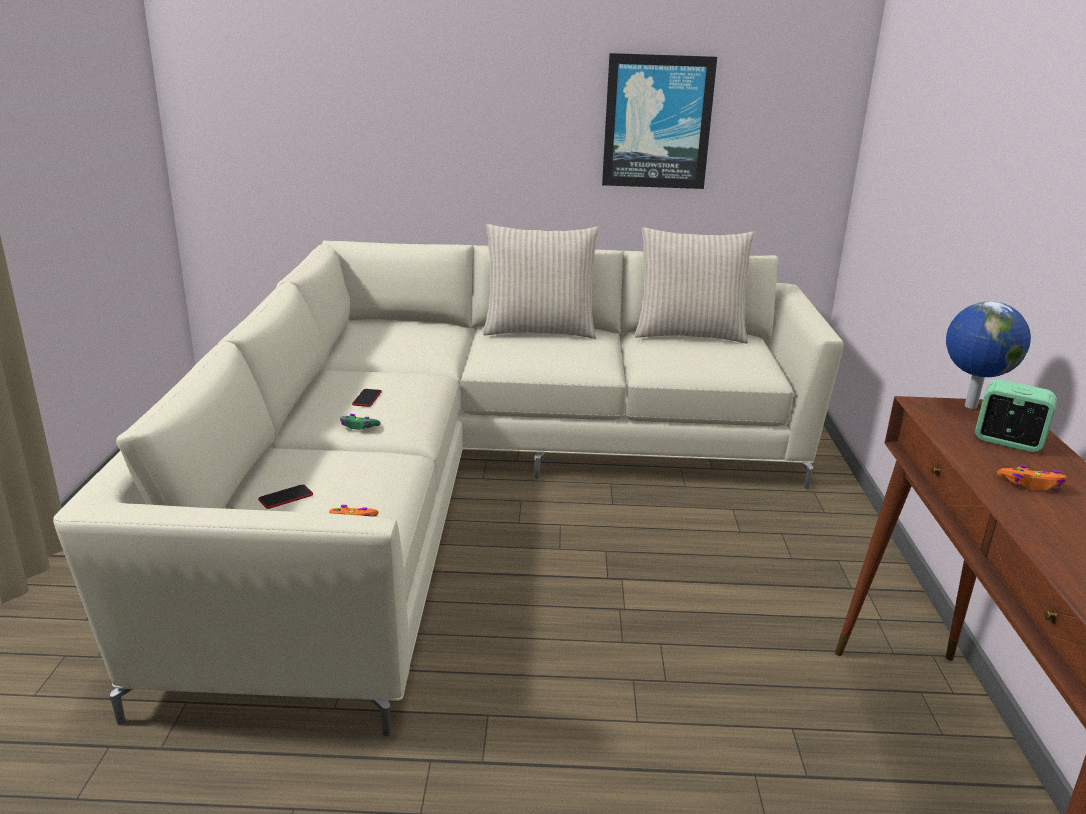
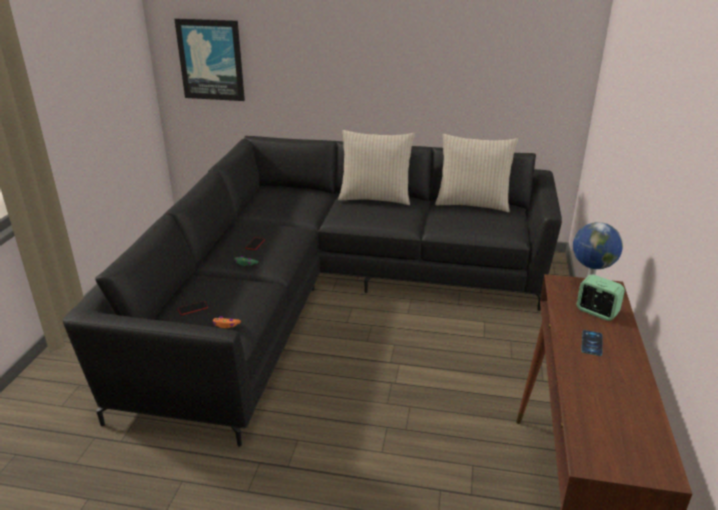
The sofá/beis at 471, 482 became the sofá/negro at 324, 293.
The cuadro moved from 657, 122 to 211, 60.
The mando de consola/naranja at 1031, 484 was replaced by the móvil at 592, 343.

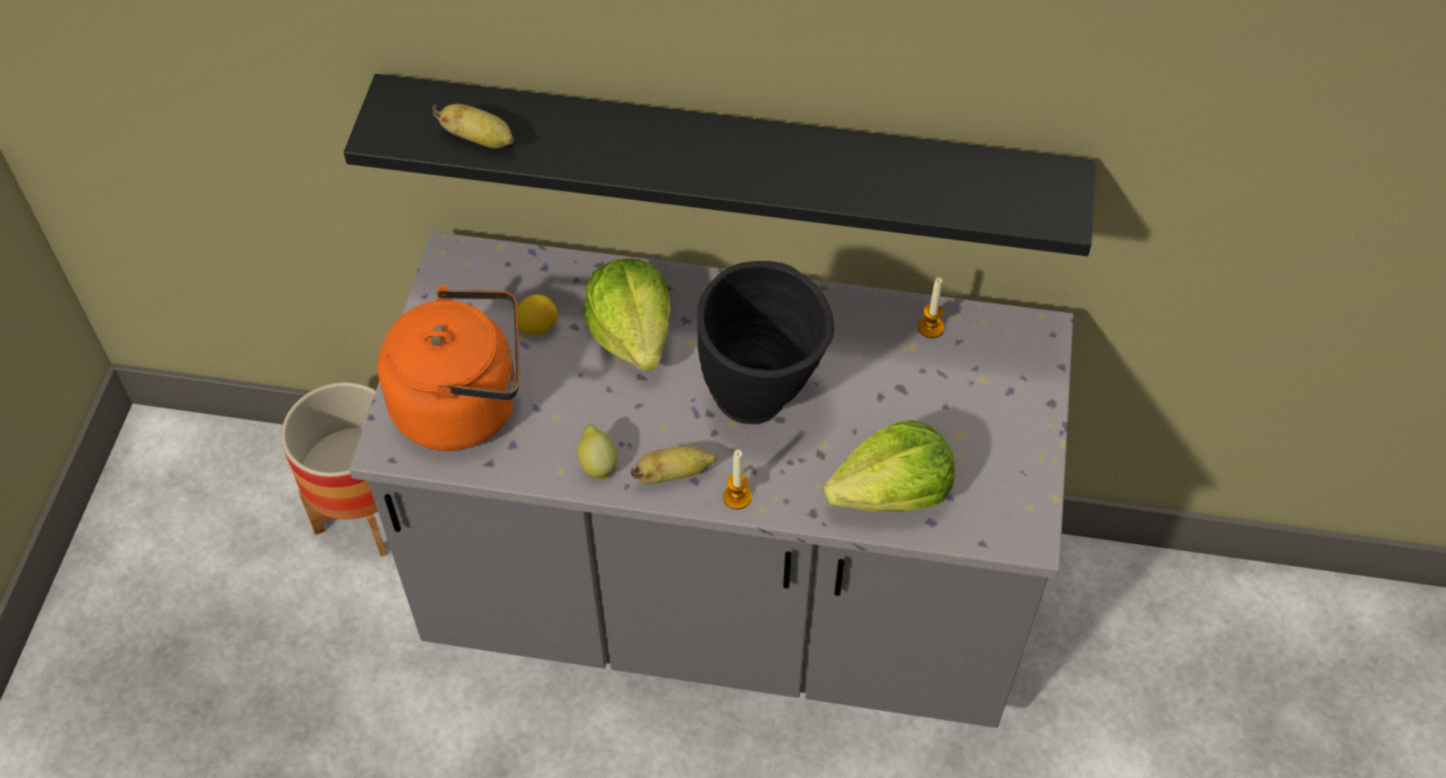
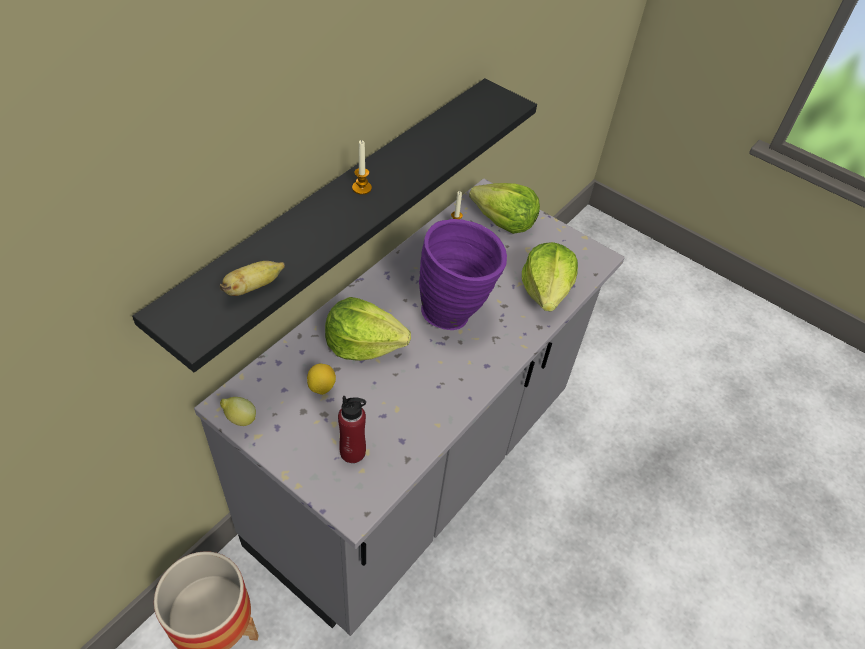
The hervidor/naranja at 465, 405 was replaced by the botella/rojo at 353, 452.
The limón moved from 597, 464 to 240, 419.
The plátano at 673, 474 disappeared.
The florero/negro at 762, 405 became the florero/morado at 456, 313.
The vela moved from 737, 497 to 361, 188.
The lechuga at 504, 222 appeared.

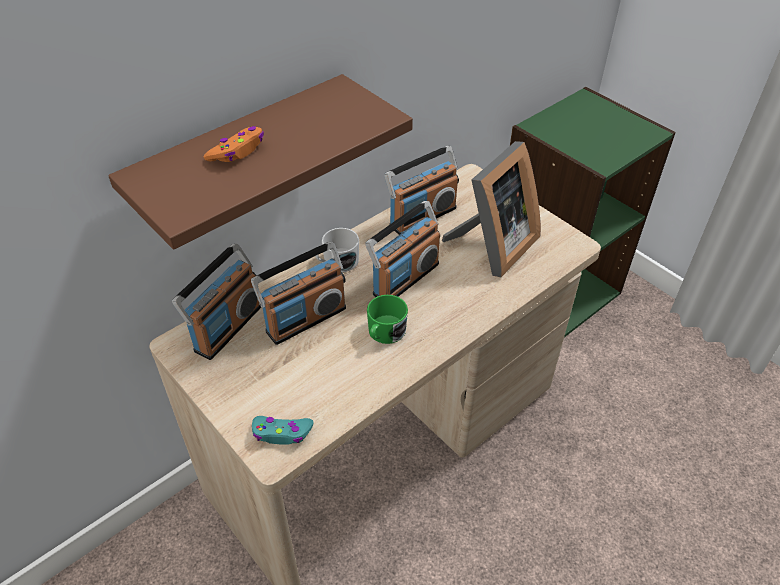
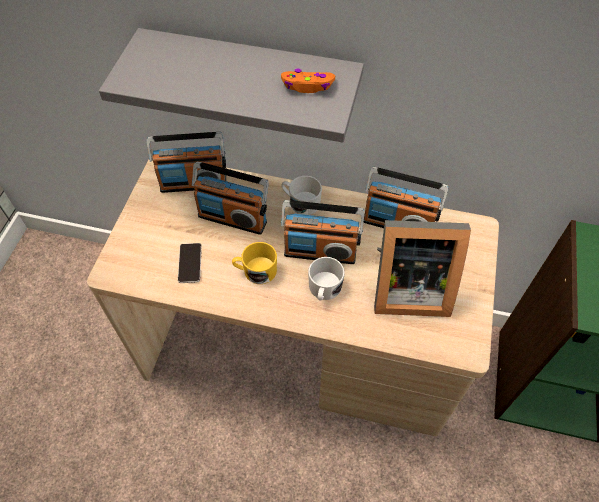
The estante/marrón at 242, 161 became the estante/gris at 251, 79.
The mando de consola/naranja moved from 237, 151 to 307, 85.
The mando de consola/turquesa at 282, 433 disappeared.
The taza grande/verde at 384, 333 became the taza grande/amarillo at 255, 271.
The móvil at 190, 263 appeared.
The taza grande/blanco at 324, 289 appeared.

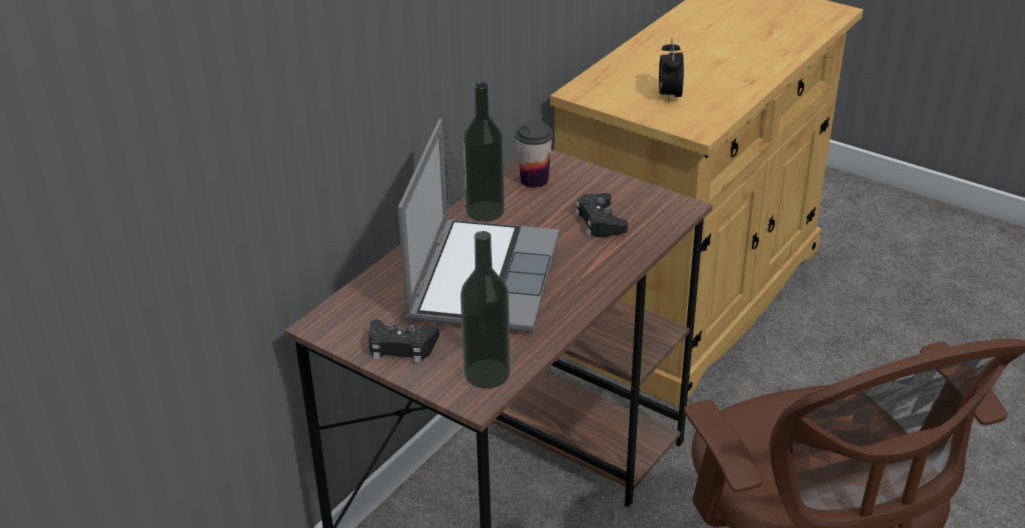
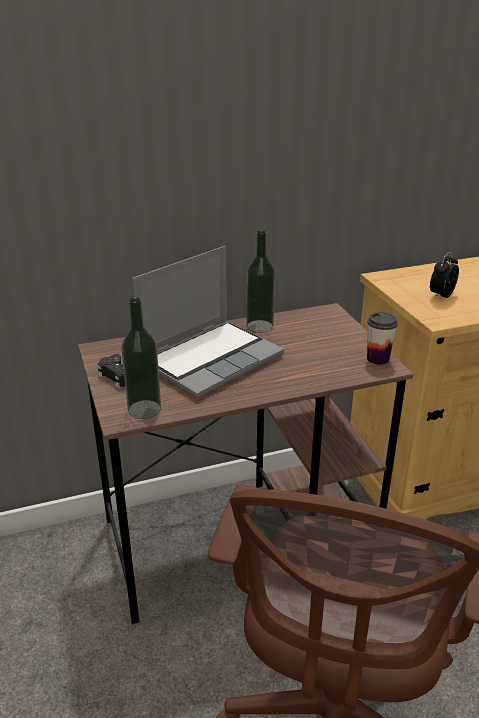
The taza moved from 534, 180 to 378, 359.
The mando de consola/negro at 600, 222 disappeared.

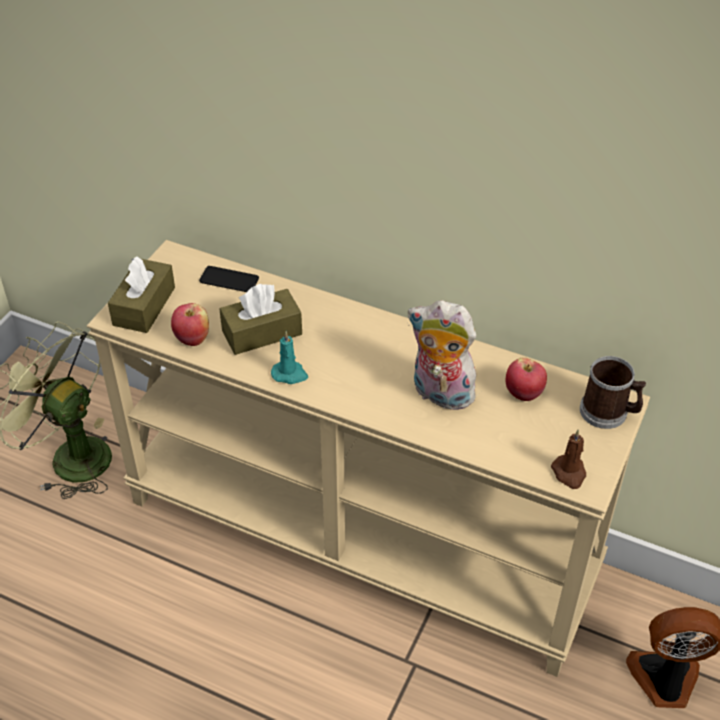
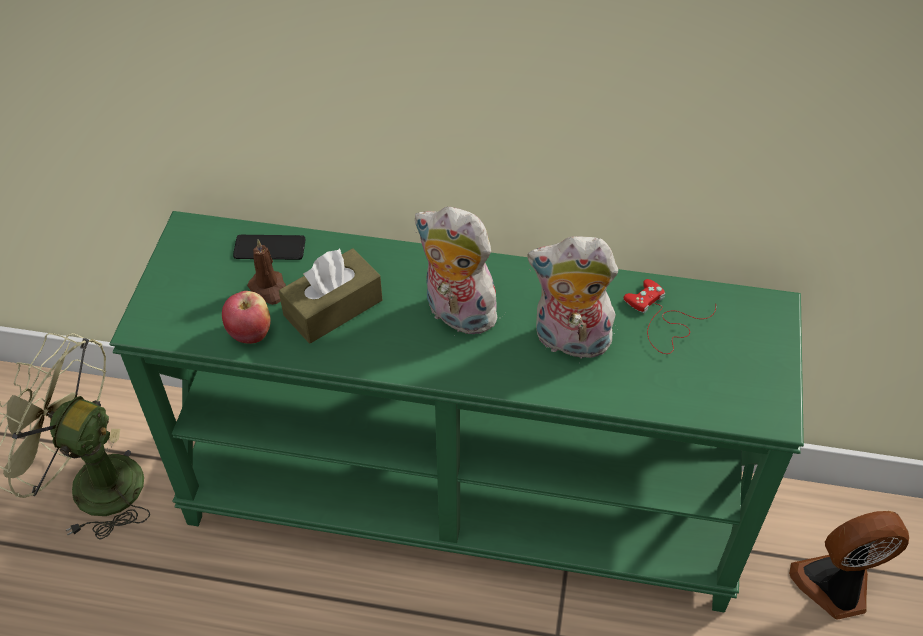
The mesa consola/beis at 361, 535 became the mesa consola/verde at 463, 501.
The caja de pañuelos/marrón at 144, 306 disappeared.
The vela/turquesa at 290, 374 disappeared.
The manzana at 524, 394 was replaced by the mando de consola/rojo at 663, 320.
The vela/marrón moved from 569, 473 to 268, 289.
The taza grande at 609, 412 disappeared.
The peluche at 456, 314 appeared.

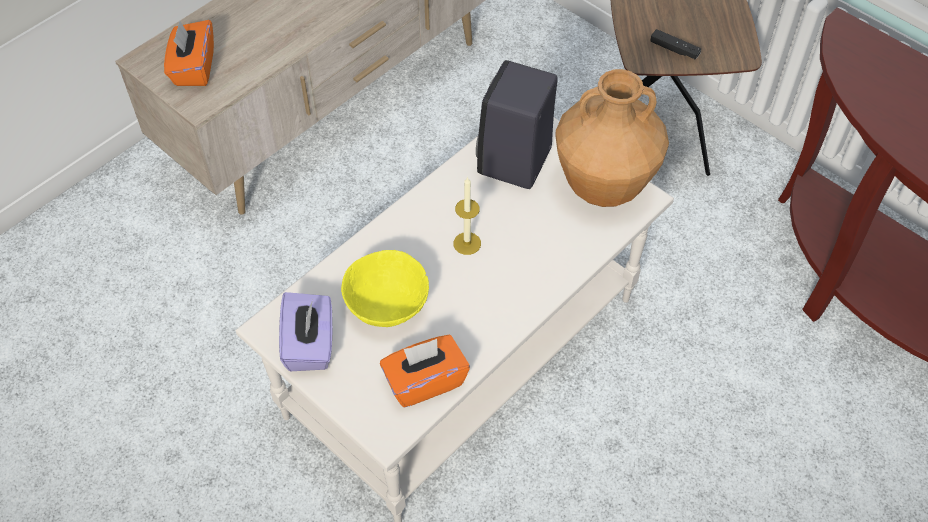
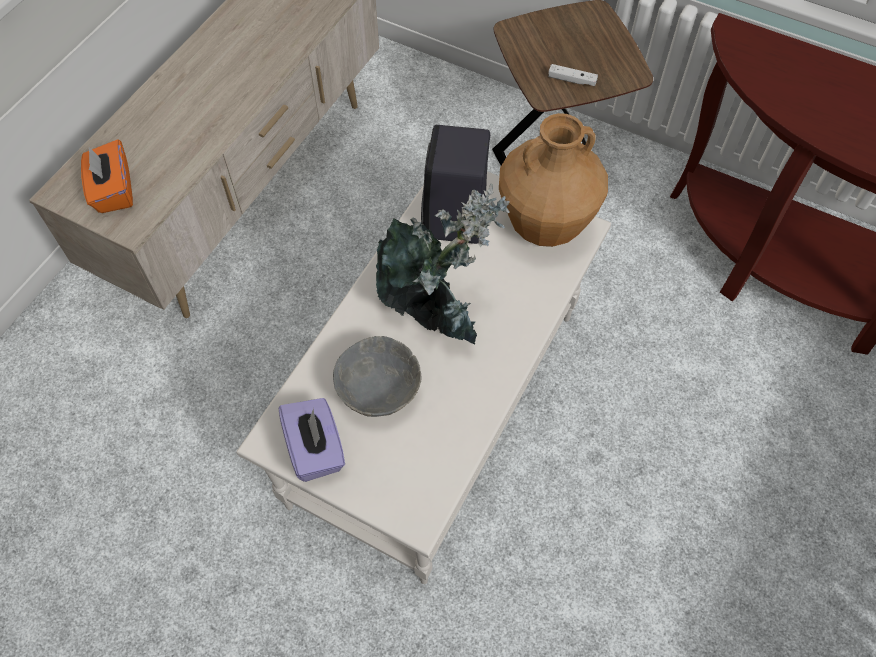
The cuenco/amarillo at 387, 306 became the cuenco/gris at 379, 392.
The caja de pañuelos/naranja at 425, 381 disappeared.
The vela at 467, 243 was replaced by the planta en maceta at 435, 310.
The mando de consola/negro at 674, 49 became the mando de consola/blanco at 572, 80.

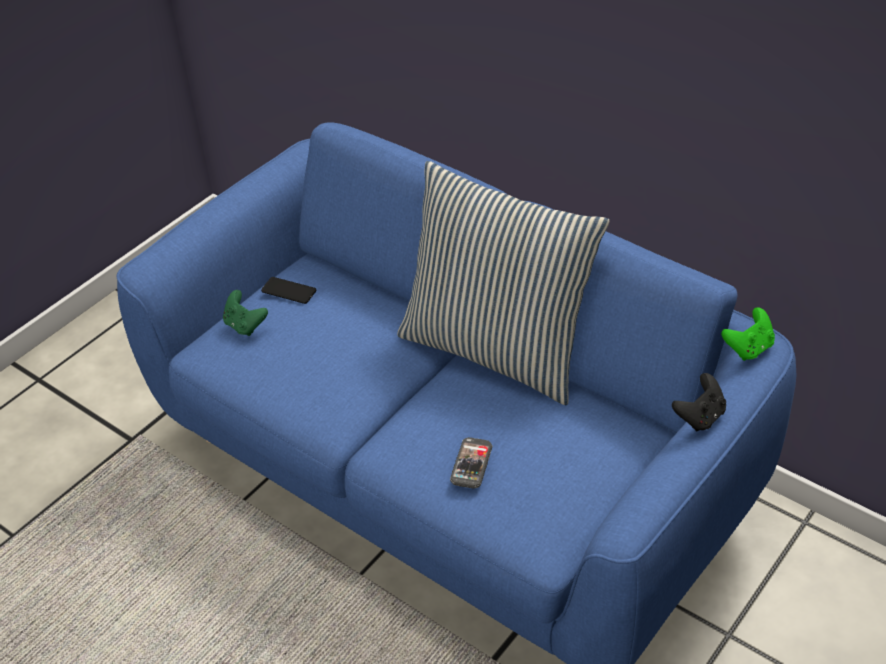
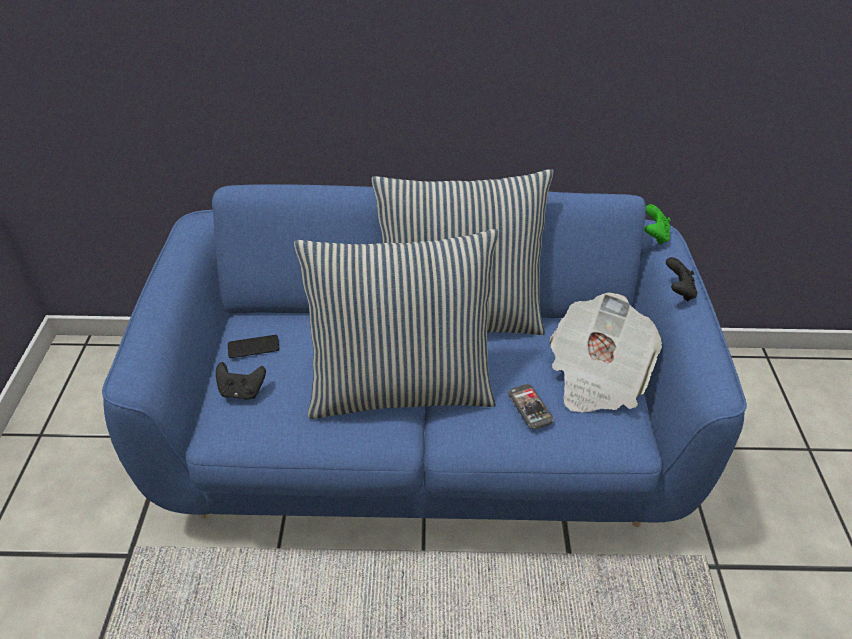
The mando de consola/verde at 245, 325 became the mando de consola/negro at 242, 391.
The cojín at 400, 388 appeared.
The periódico at 596, 375 appeared.

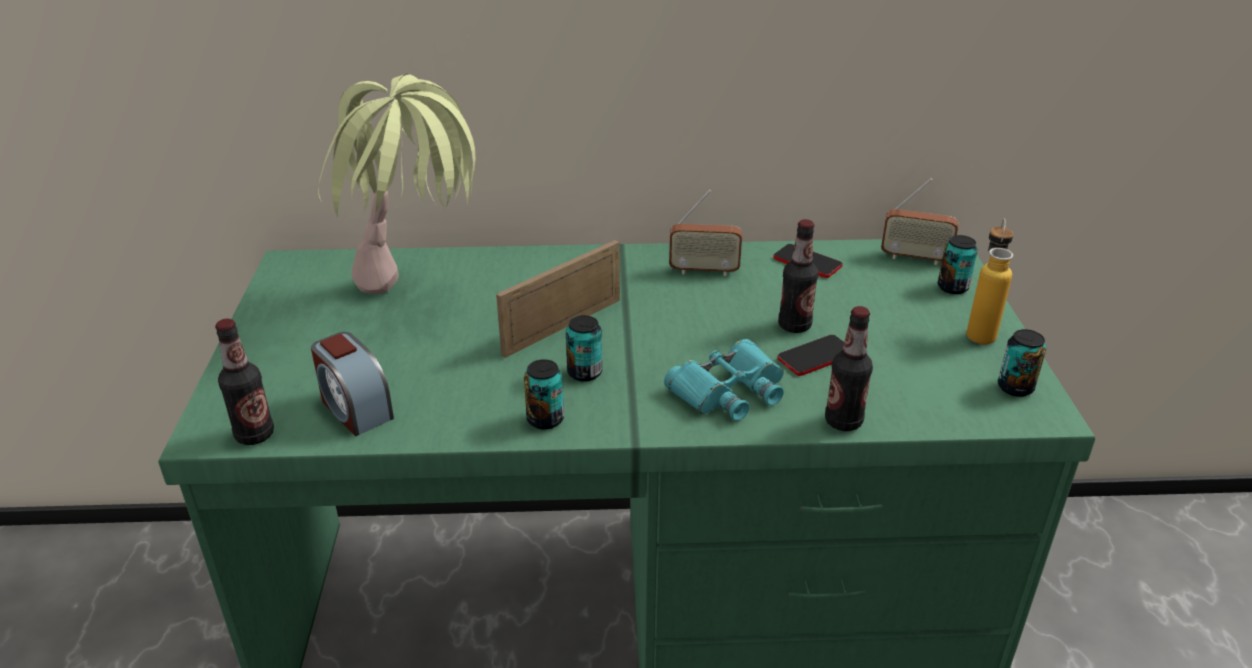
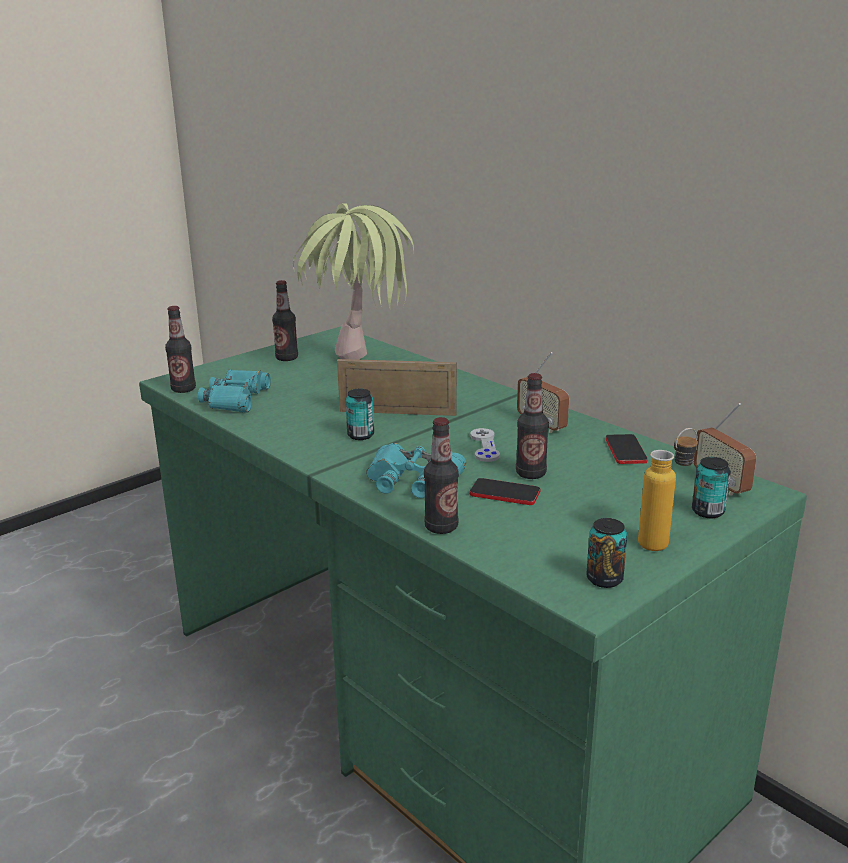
The despertador at 355, 408 was replaced by the prismáticos/turquesa at 236, 399.
The lata at 545, 419 disappeared.
The botella at 287, 358 appeared.
The mando de consola/gris at 484, 446 appeared.

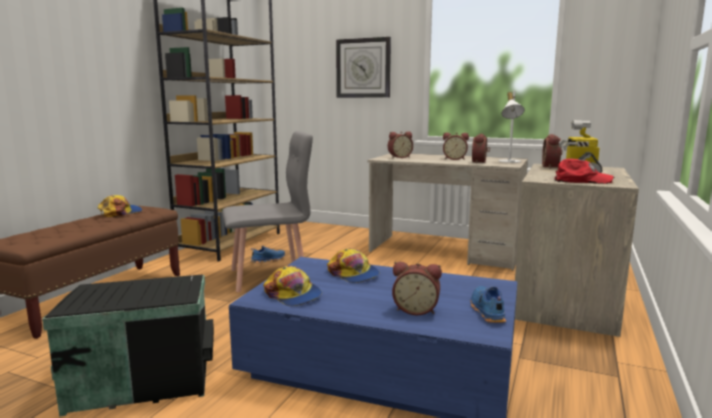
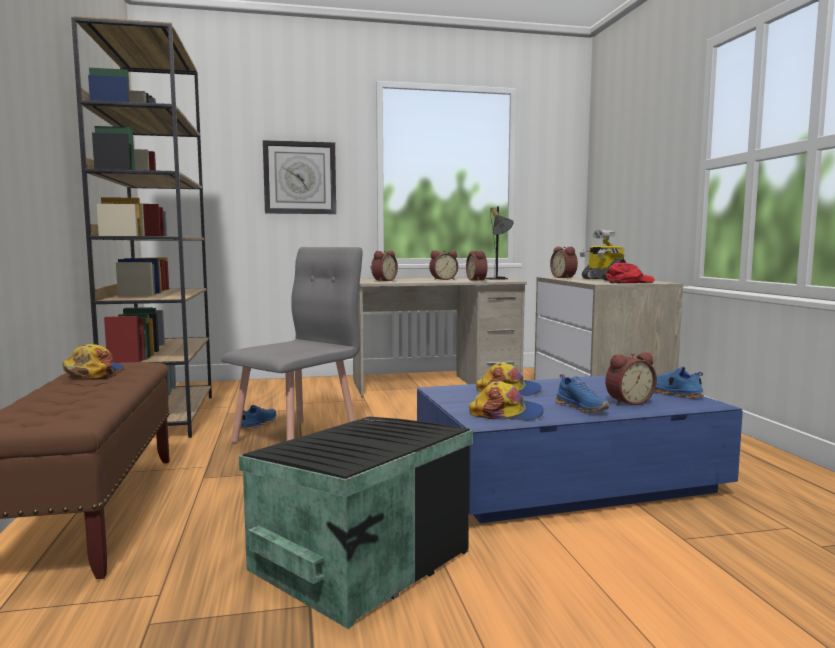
The lámpara de mesa/blanco at 509, 162 became the lámpara de mesa/negro at 498, 279.
The zapato/azul at 582, 408 appeared.

